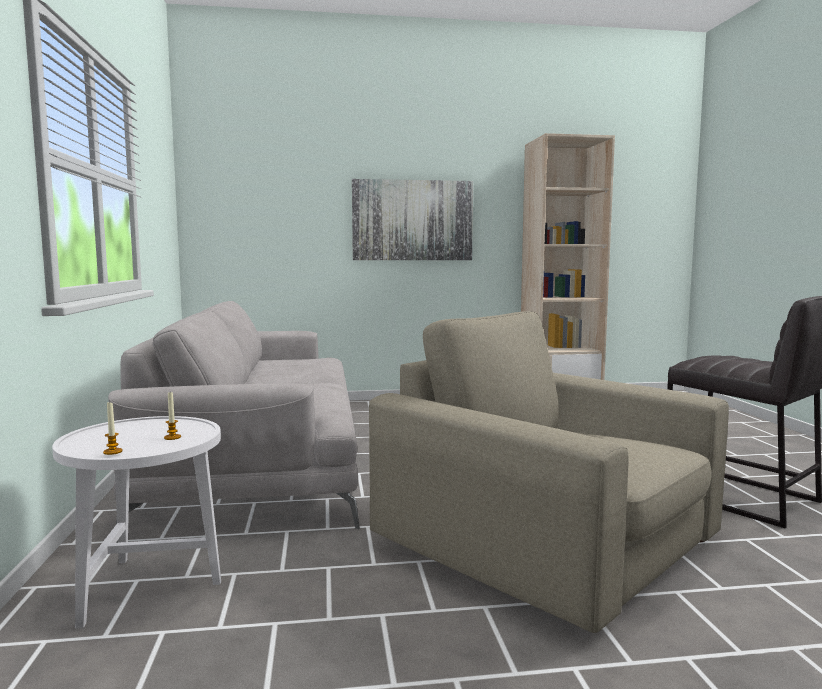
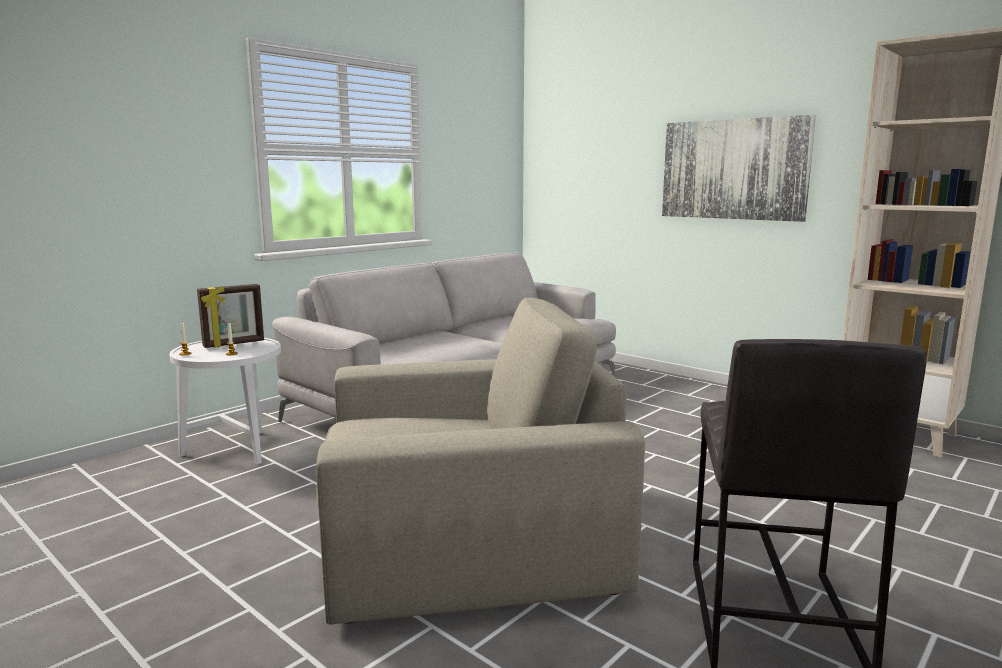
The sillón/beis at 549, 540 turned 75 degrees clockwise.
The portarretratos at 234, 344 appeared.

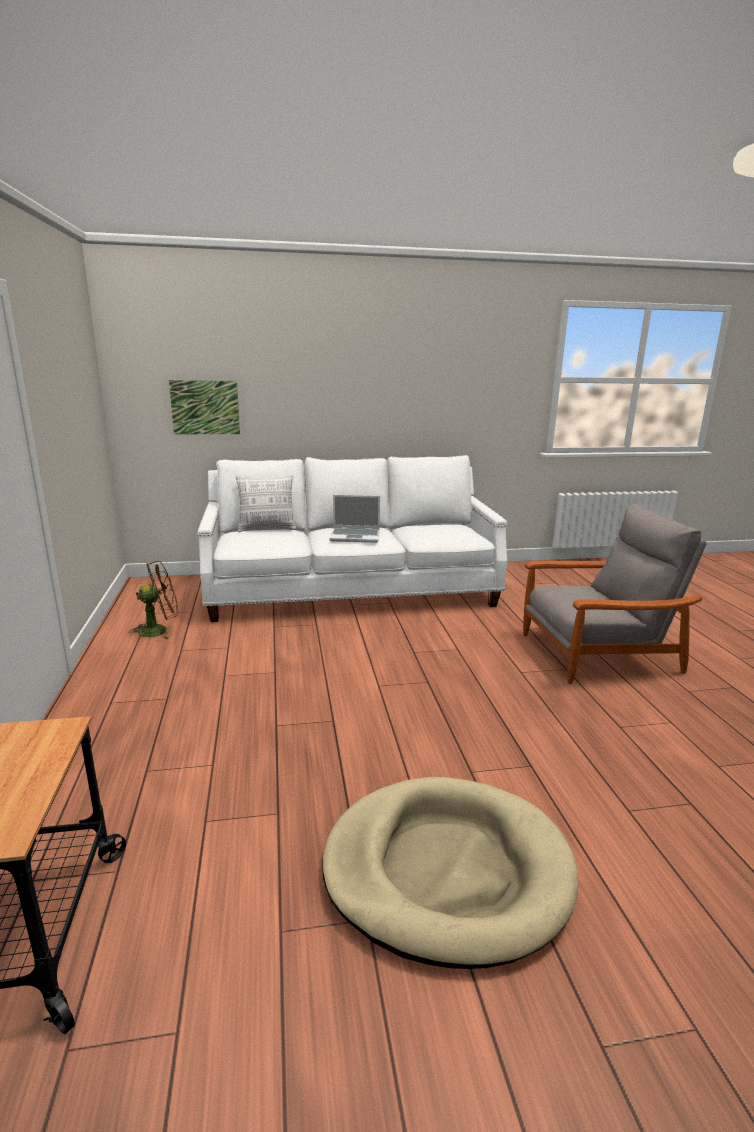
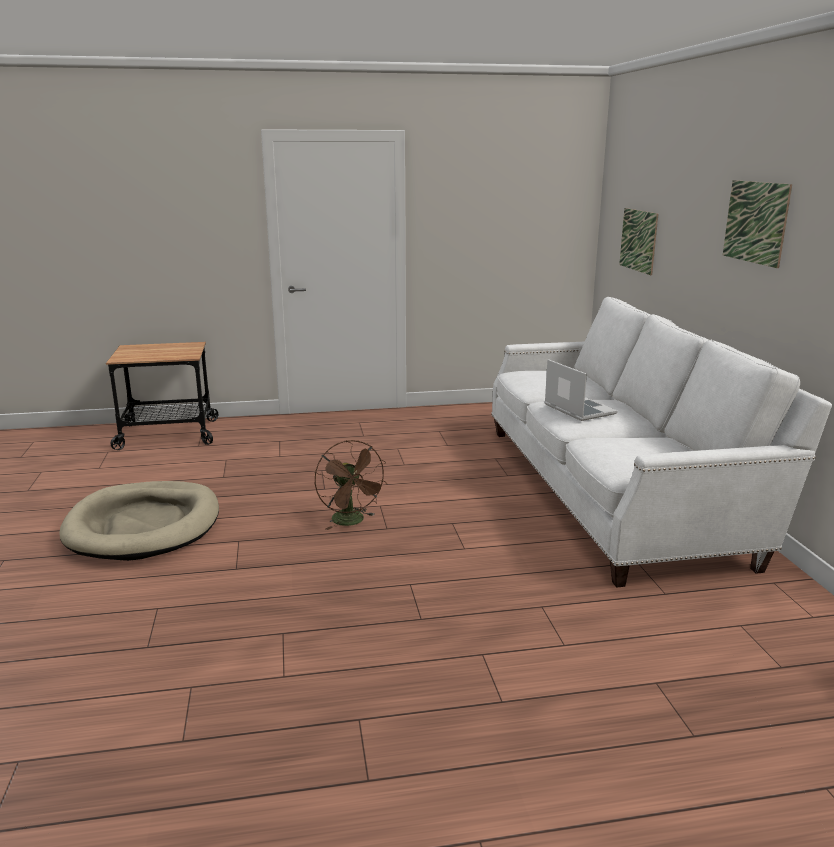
The ventilador/marrón moved from 159, 630 to 352, 522.
The cojín at 267, 529 disappeared.
The portátil at 356, 536 turned 150 degrees clockwise.
The sillón/gris at 597, 653 disappeared.
The cuadro at 755, 222 appeared.

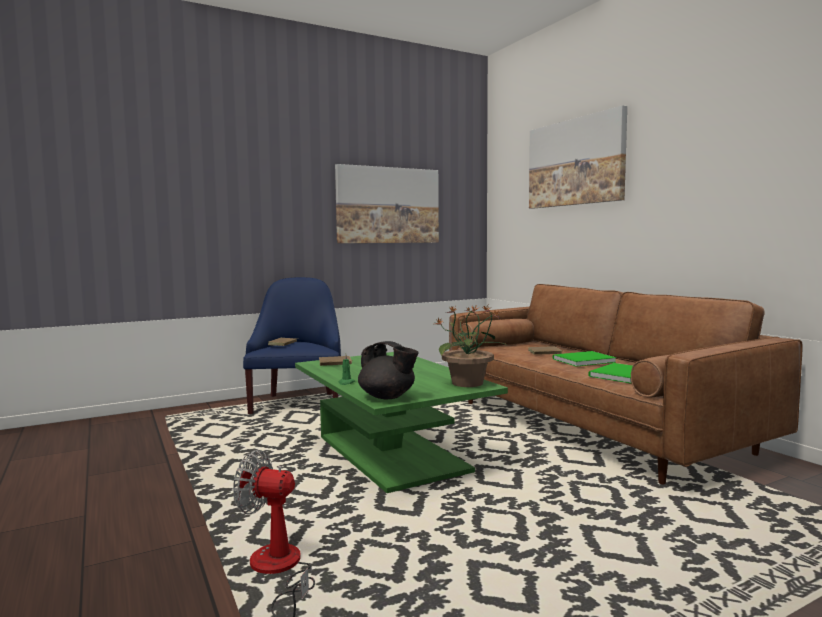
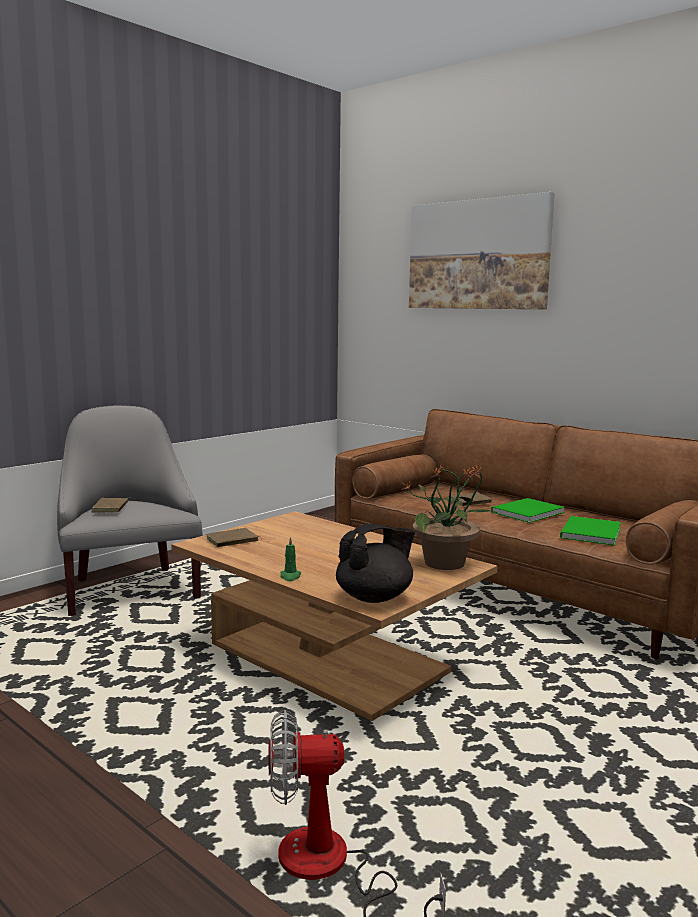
The sillón/azul at 298, 403 became the sillón/gris at 130, 589.
The mesa de centro/verde at 391, 454 became the mesa de centro/marrón at 327, 658.
The cuadro at 388, 205 disappeared.
The tetera/negro at 387, 397 turned 45 degrees counterclockwise.

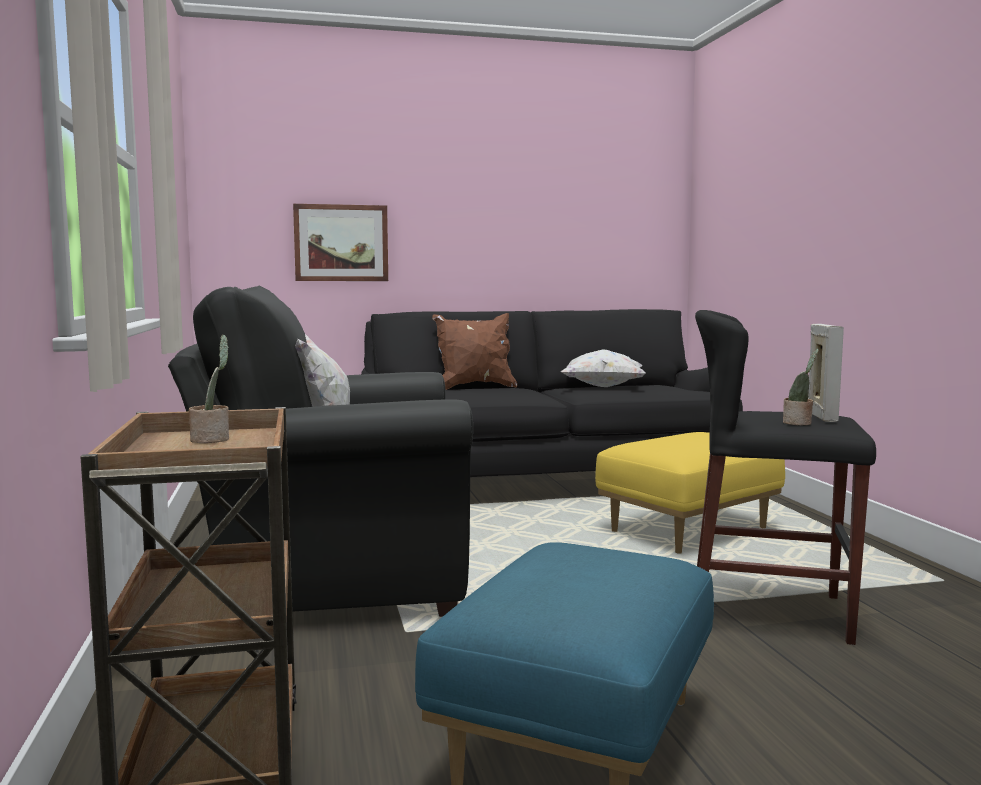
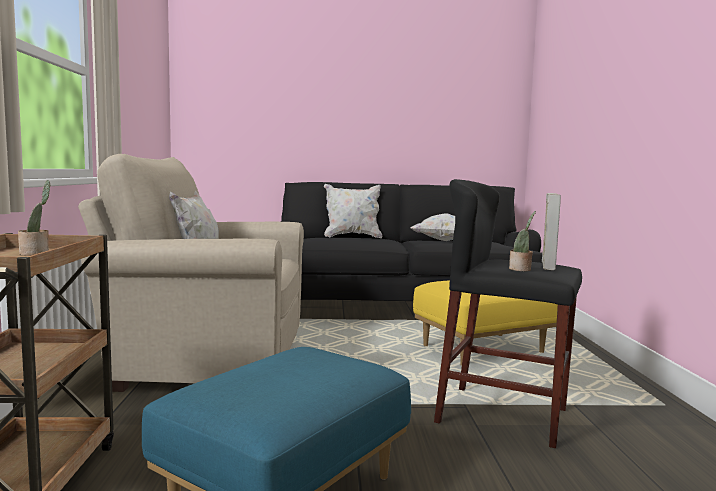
The sillón/negro at 334, 577 became the sillón/beis at 206, 362.
The cuadro at 341, 243 disappeared.
The cojín/marrón at 474, 387 became the cojín/blanco at 352, 236.

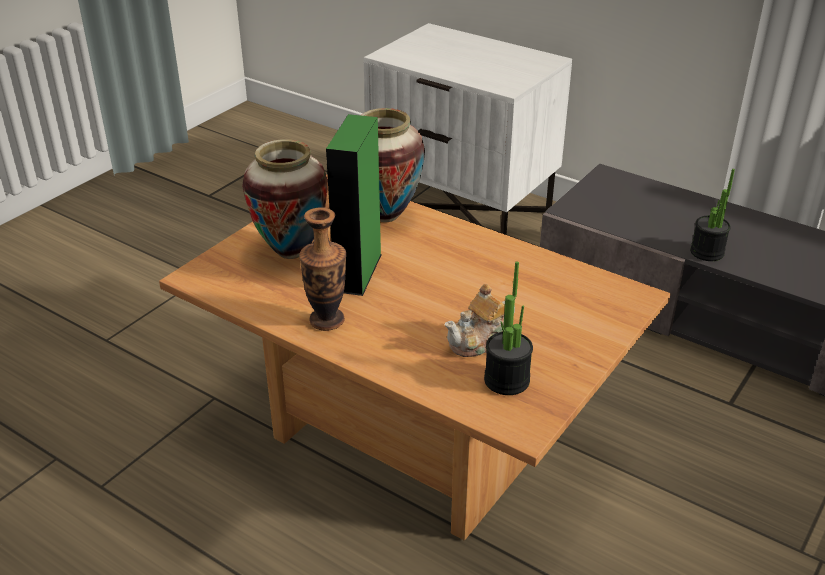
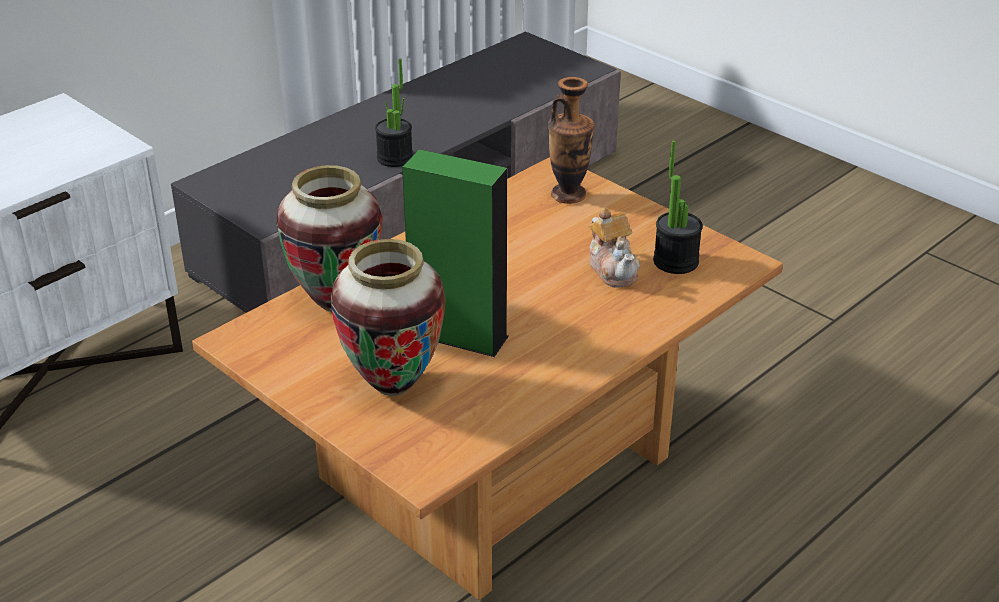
The florero moved from 327, 320 to 568, 195.

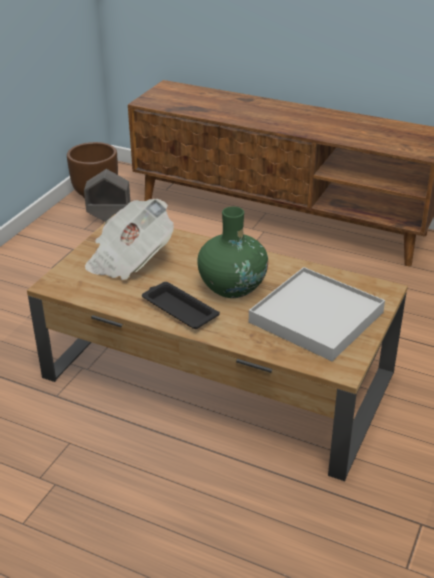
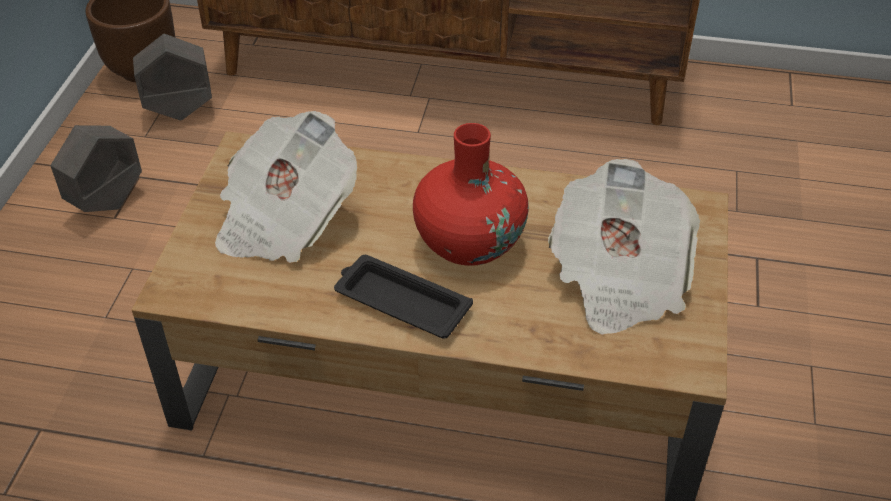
The florero/verde at 232, 287 became the florero/rojo at 469, 243.
The bandeja/blanco at 316, 317 was replaced by the periódico at 618, 277.
The maceta/gris at 107, 202 appeared.

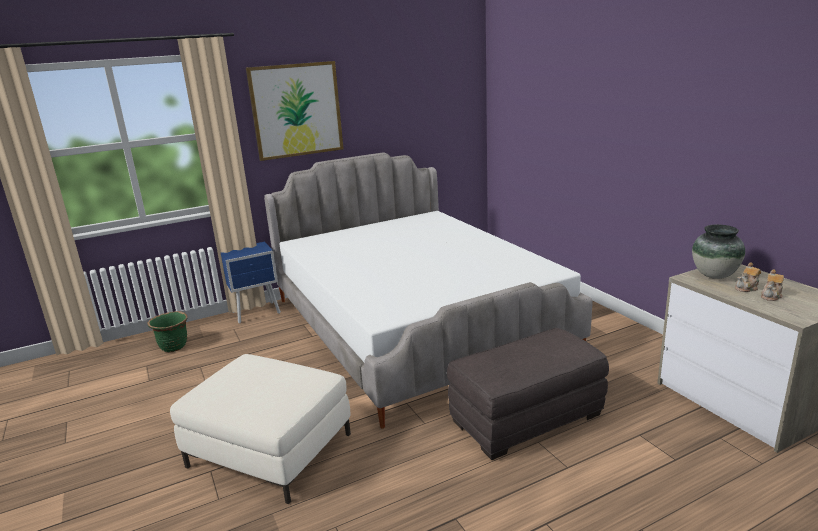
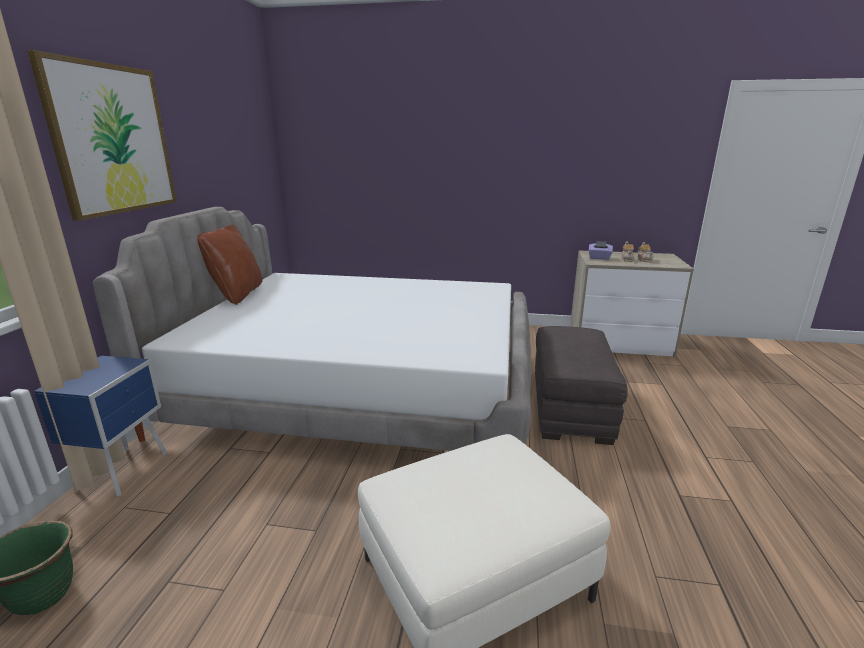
The florero at 715, 275 was replaced by the caja de pañuelos/morado at 599, 258.
The cojín/marrón at 237, 295 appeared.

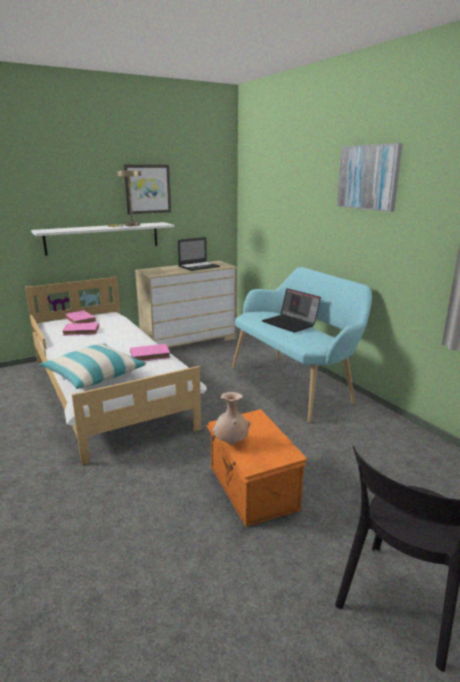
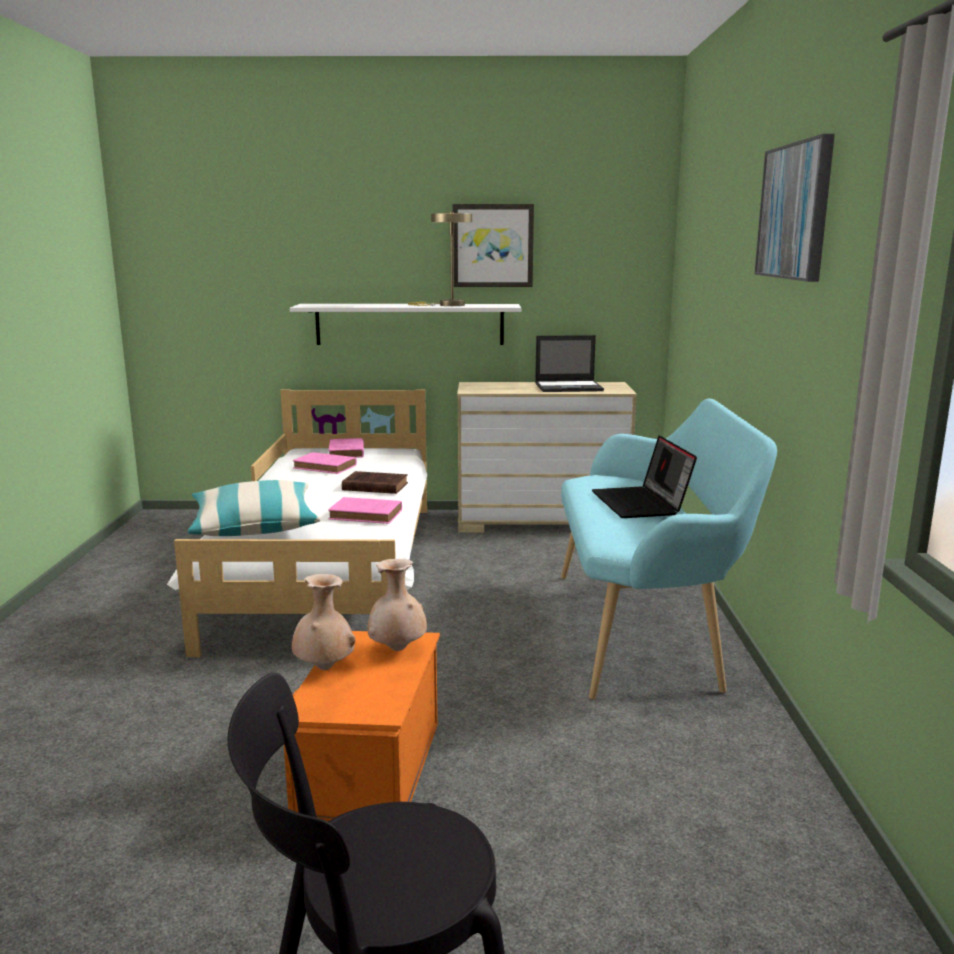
The libro/marrón at 373, 487 appeared.
The florero/beis at 397, 649 appeared.

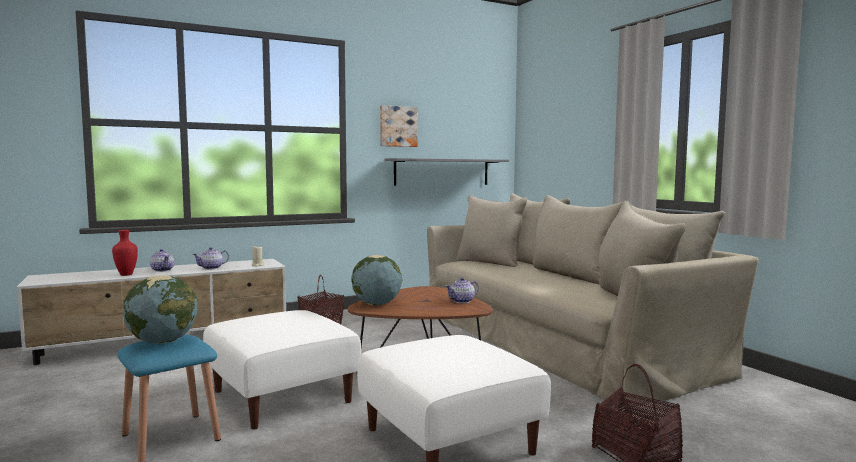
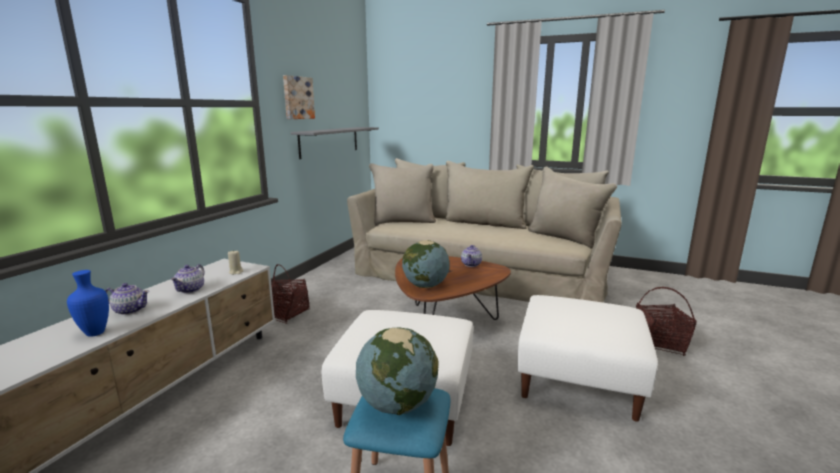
The florero/rojo at 126, 275 became the florero/azul at 96, 333.

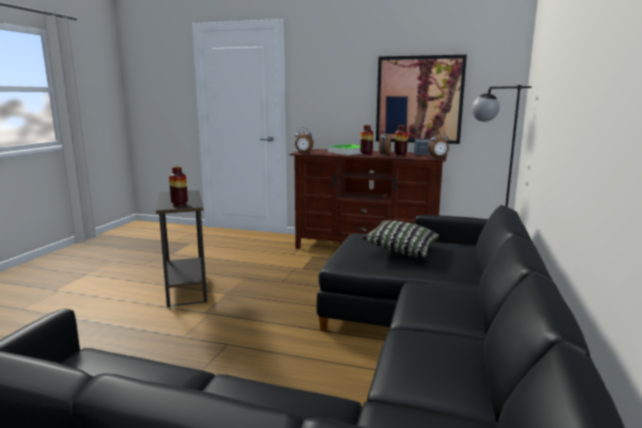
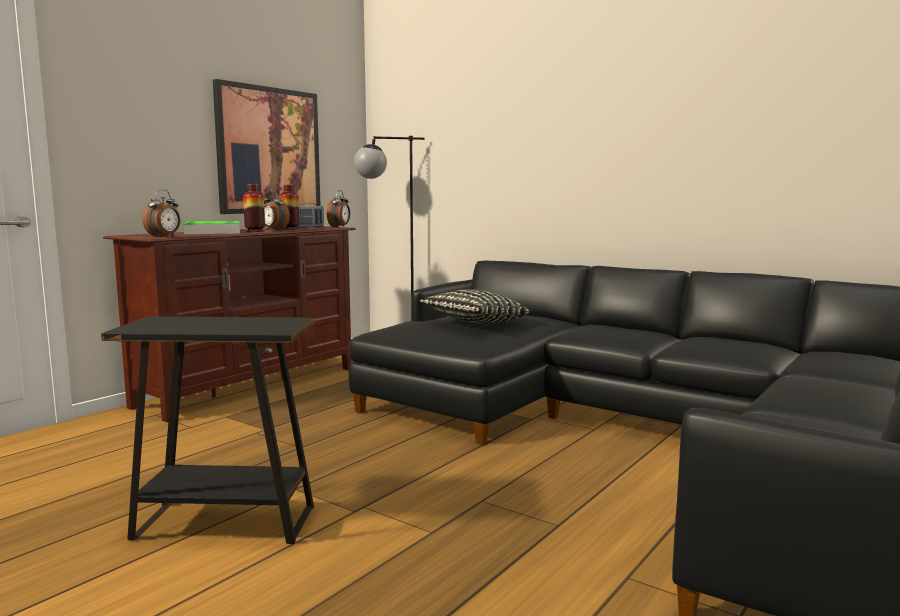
The florero at 179, 205 disappeared.

